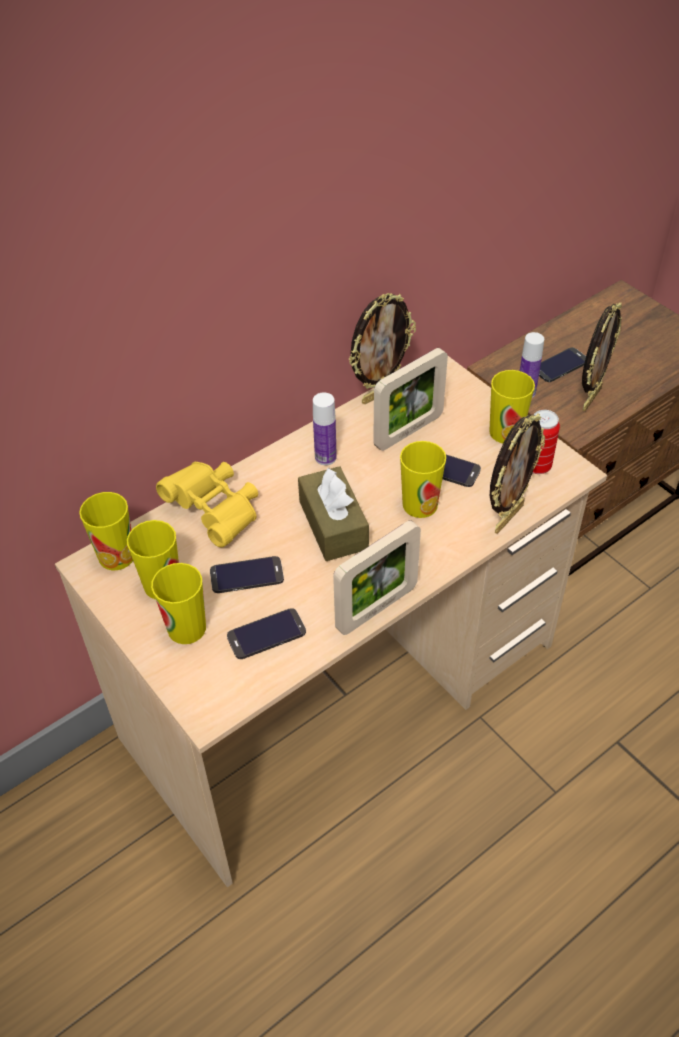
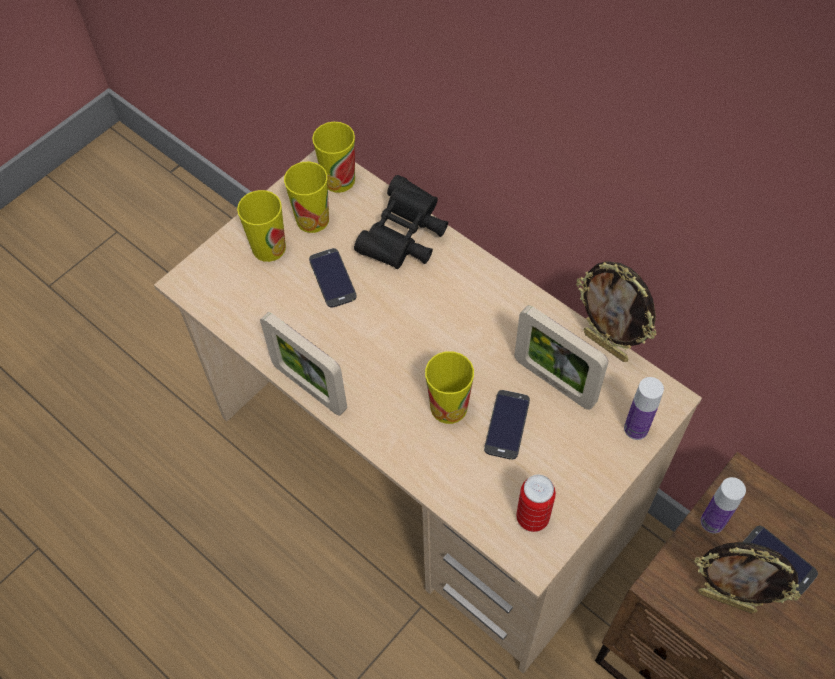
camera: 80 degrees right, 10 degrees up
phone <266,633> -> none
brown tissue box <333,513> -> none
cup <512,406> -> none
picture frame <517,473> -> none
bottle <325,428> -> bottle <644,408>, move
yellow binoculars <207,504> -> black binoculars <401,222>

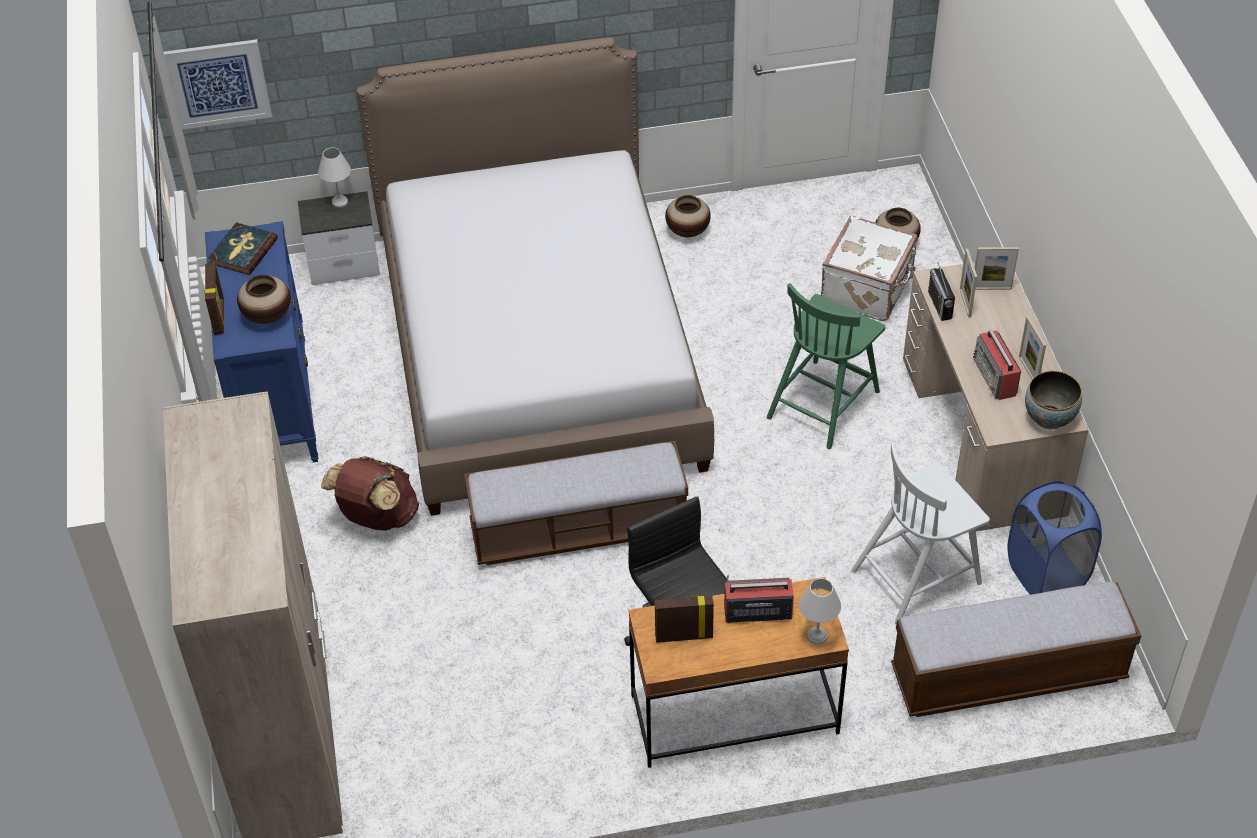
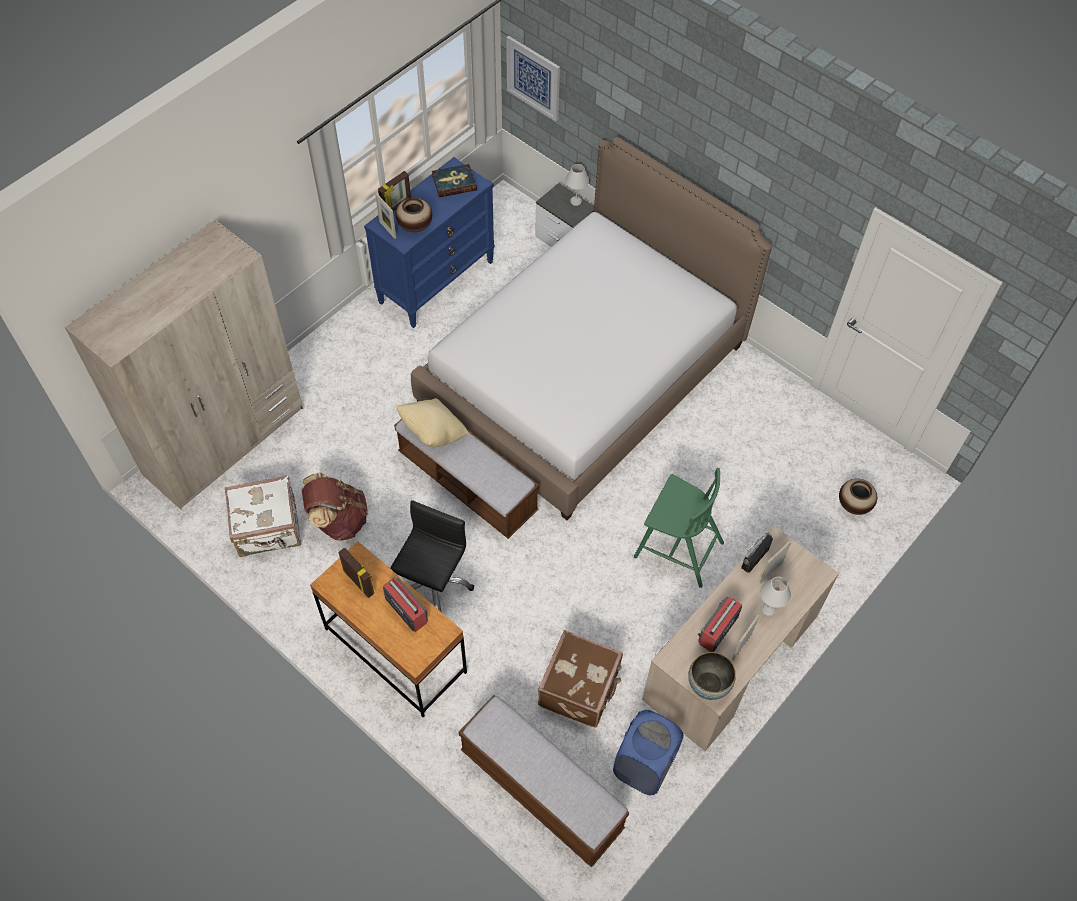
camera: 50 degrees right, 10 degrees up
vase <688,216> -> none
none -> beige pillow <432,422>
brown backpack <370,493> -> brown backpack <335,507>, move
white table lamp <820,611> -> white table lamp <775,596>, move
white suitcase <869,268> -> white suitcase <263,516>, move
picture frame <997,268> -> picture frame <385,216>, move
white chair <920,533> -> brown suitcase <580,679>
green chair <826,366> -> green chair <679,528>, 150 degrees counterclockwise

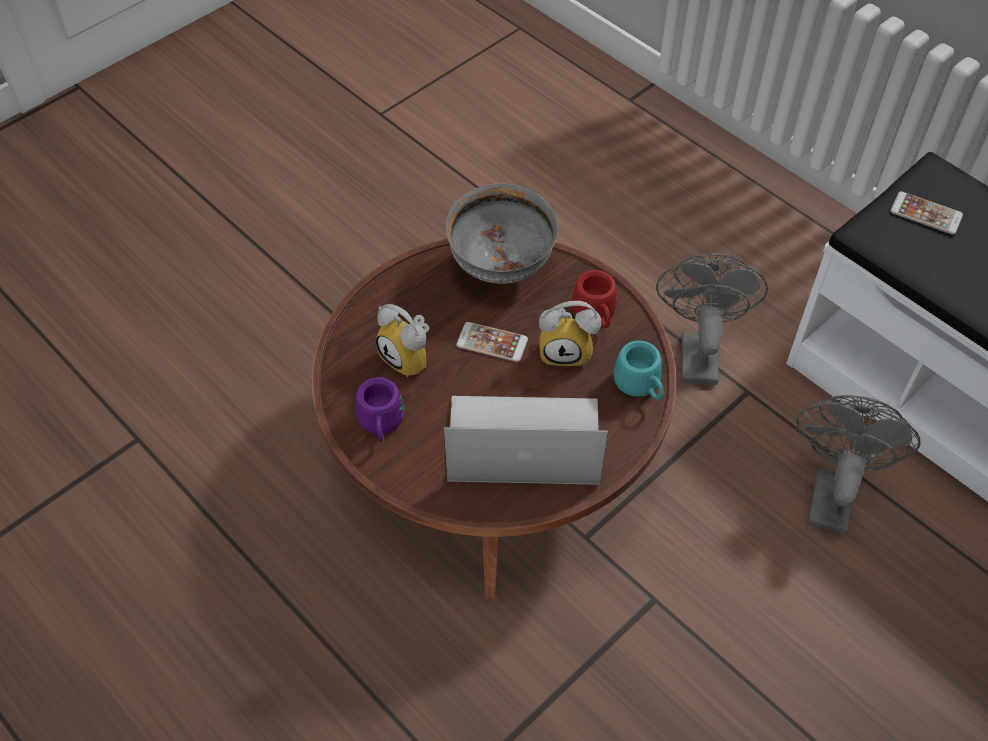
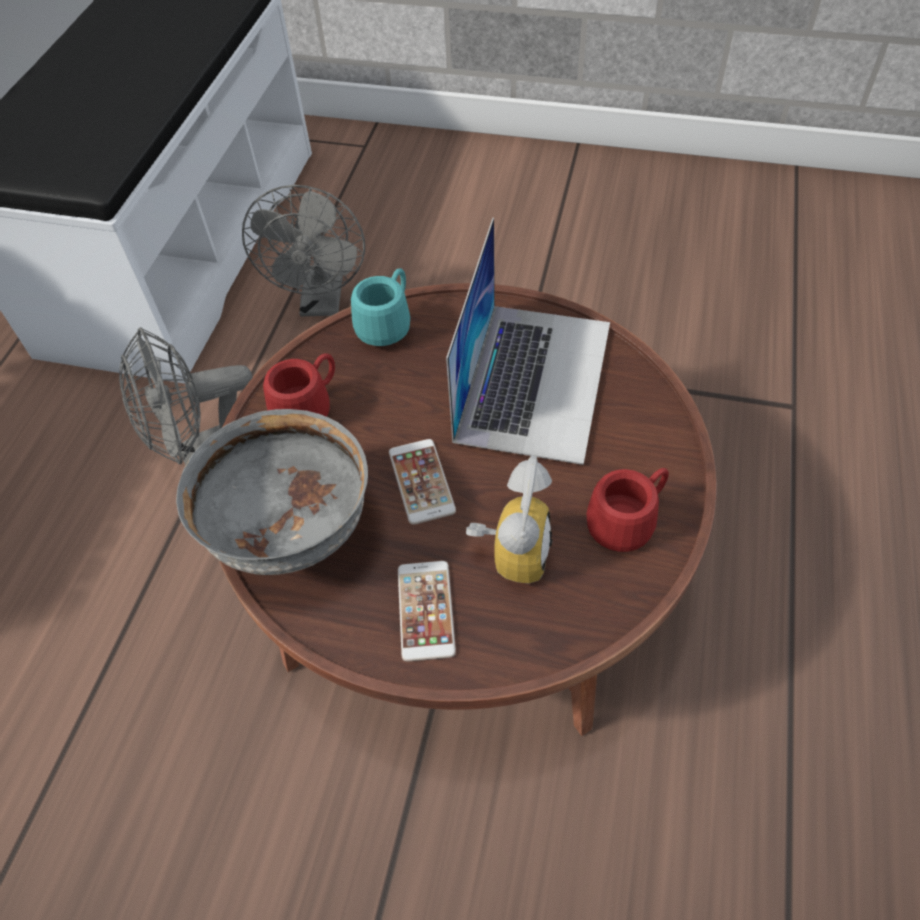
camera: 120 degrees left, 0 degrees up
alarm clock <570,334> -> none
phone <926,213> -> phone <427,611>, move
purple mug <380,409> -> red mug <627,510>
laptop <526,440> -> laptop <528,341>, 135 degrees counterclockwise
grey fan <858,465> -> grey fan <303,250>, 75 degrees counterclockwise

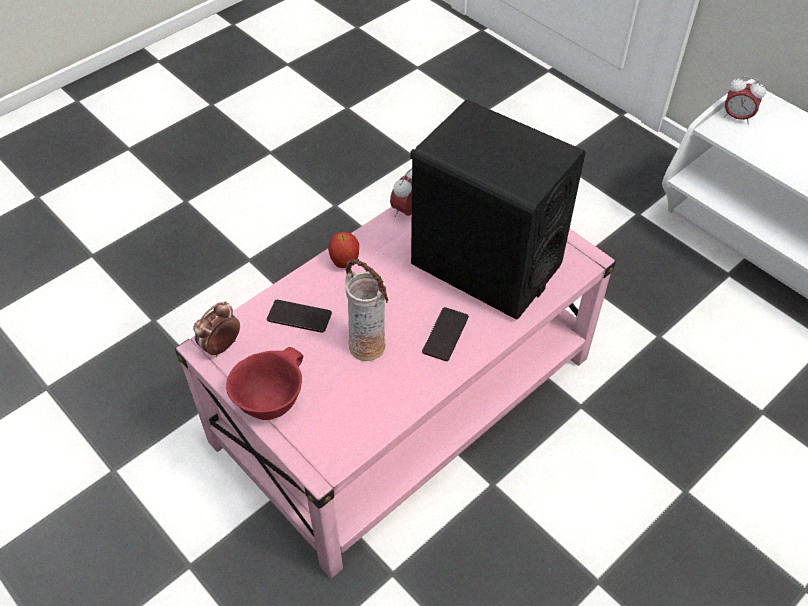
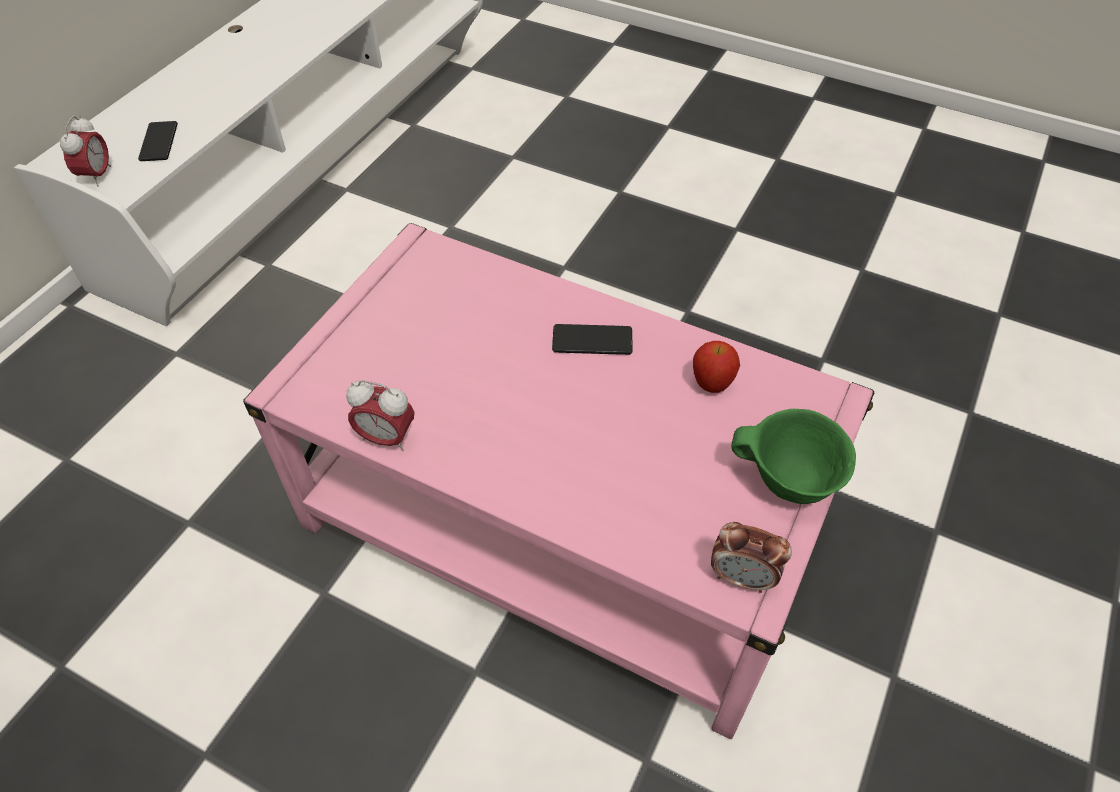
camera: 110 degrees left, 0 degrees up
vase <366,310> -> none
black speaker <497,210> -> none
phone <299,316> -> phone <158,141>, move
apple <343,250> -> apple <716,367>, move
red bowl <264,383> -> green bowl <793,456>

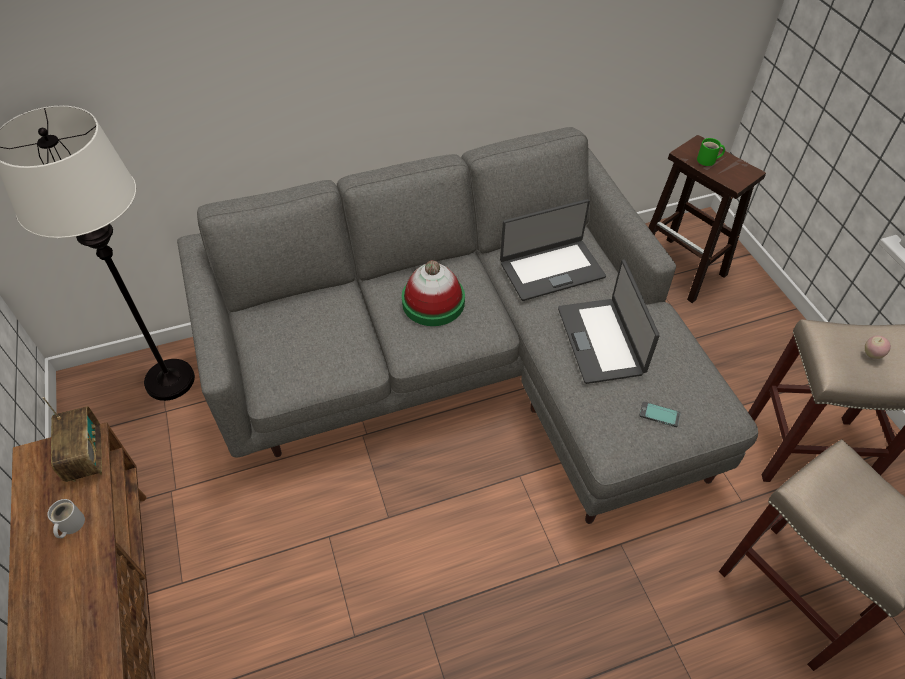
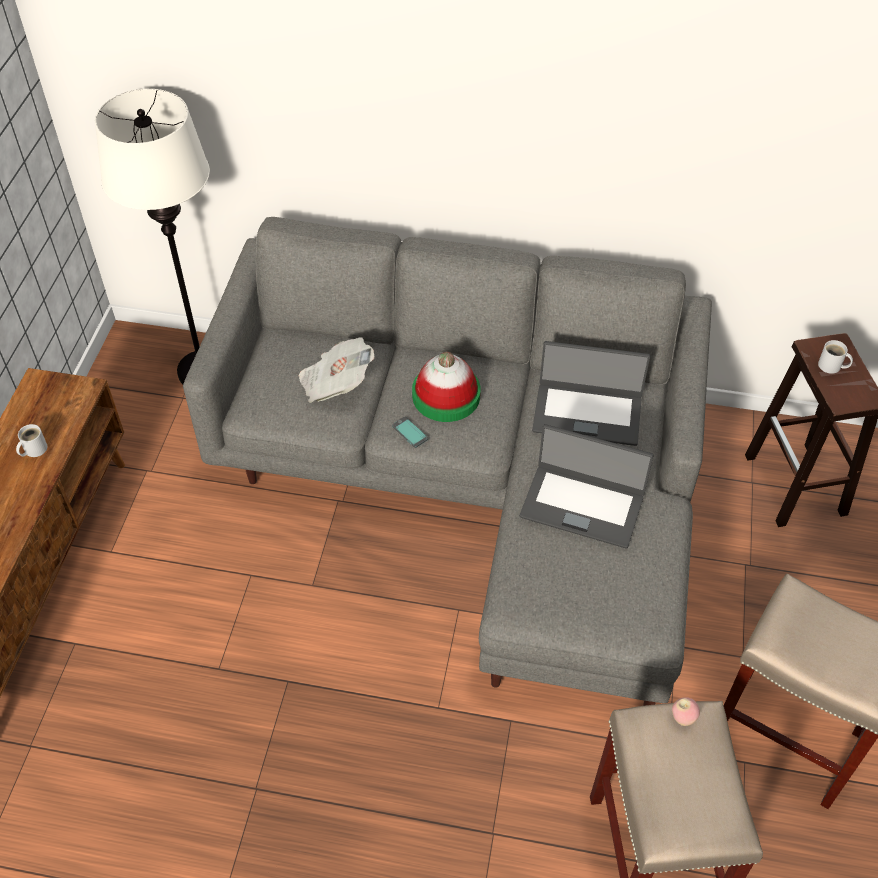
camera: 30 degrees right, 0 degrees up
radio <72,439> -> none
none -> newspaper <336,370>
phone <659,414> -> phone <410,432>, move
apple <878,347> -> apple <686,711>, move
green mug <711,152> -> white mug <835,357>
laptop <609,322> -> laptop <587,486>, 90 degrees counterclockwise

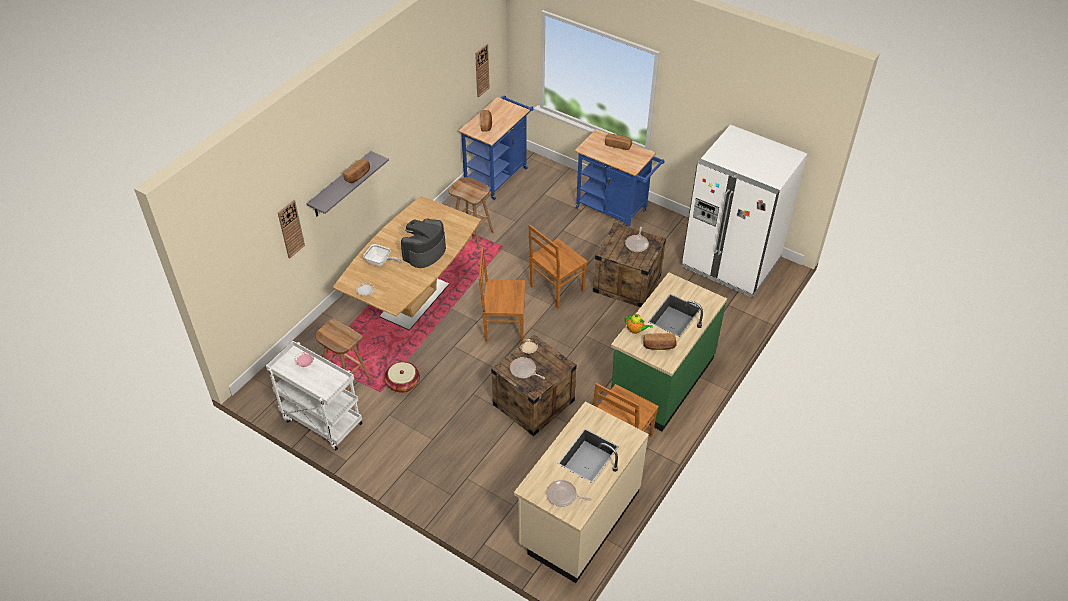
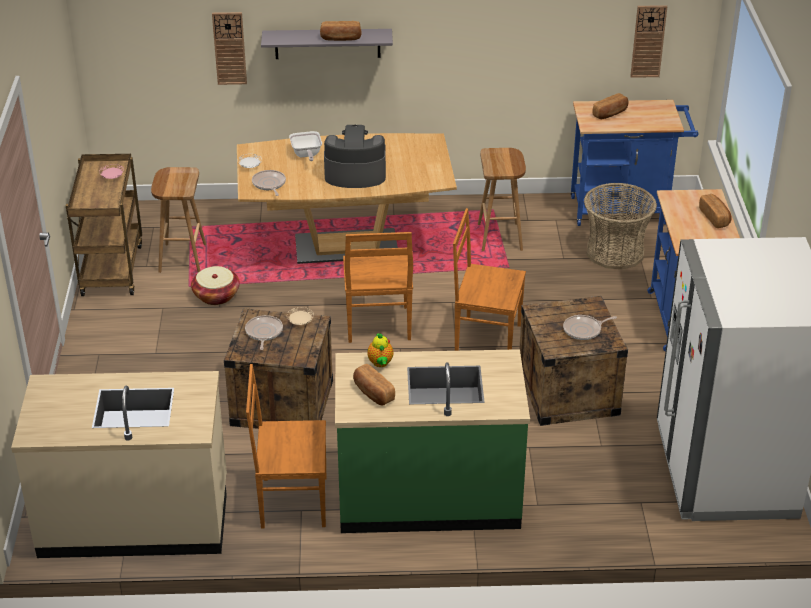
camera: 55 degrees right, 10 degrees down
none -> basket <620,226>
frying pan <569,493> -> frying pan <269,183>, move
white cart <314,396> -> brown cart <104,225>
brown chair <502,295> -> brown chair <378,287>, 150 degrees counterclockwise

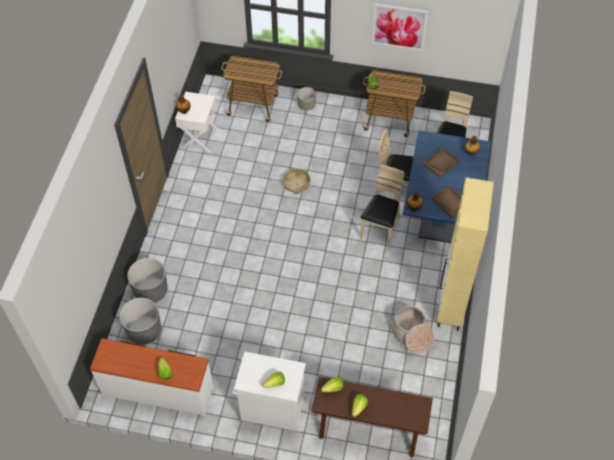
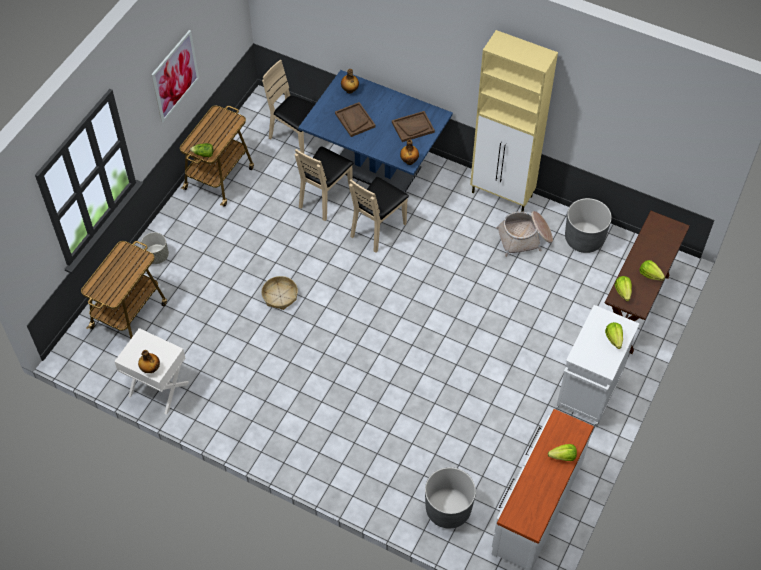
camera: 75 degrees left, 0 degrees up
grey planter <148,280> -> grey planter <588,225>, move
beige chair <382,206> -> beige chair <379,215>, 90 degrees counterclockwise

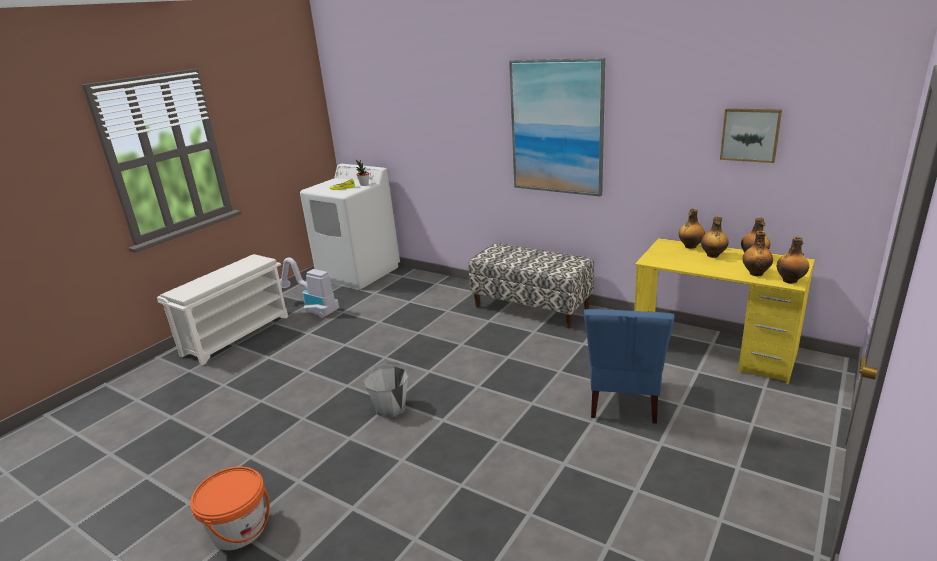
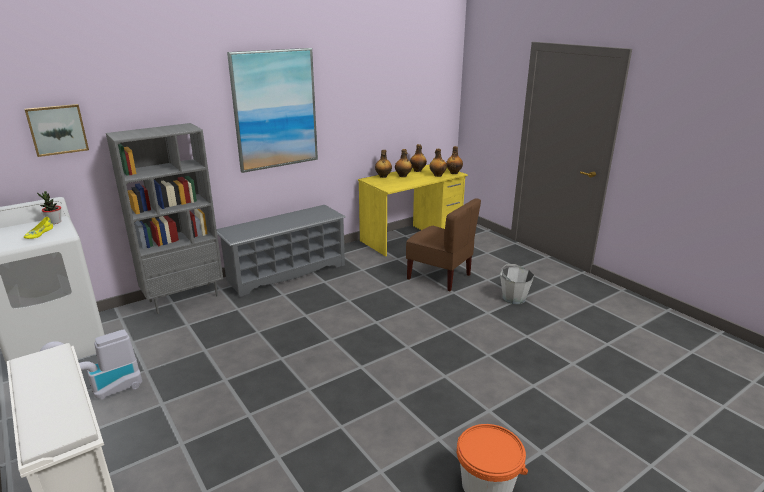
camera: 70 degrees left, 0 degrees up
none -> grey bookcase <164,218>
grey bucket <386,390> -> grey bucket <517,284>, move
picture <751,135> -> picture <56,130>, move
bench <531,286> -> grey shoe rack <281,251>
blue chair <629,366> -> brown chair <443,244>

